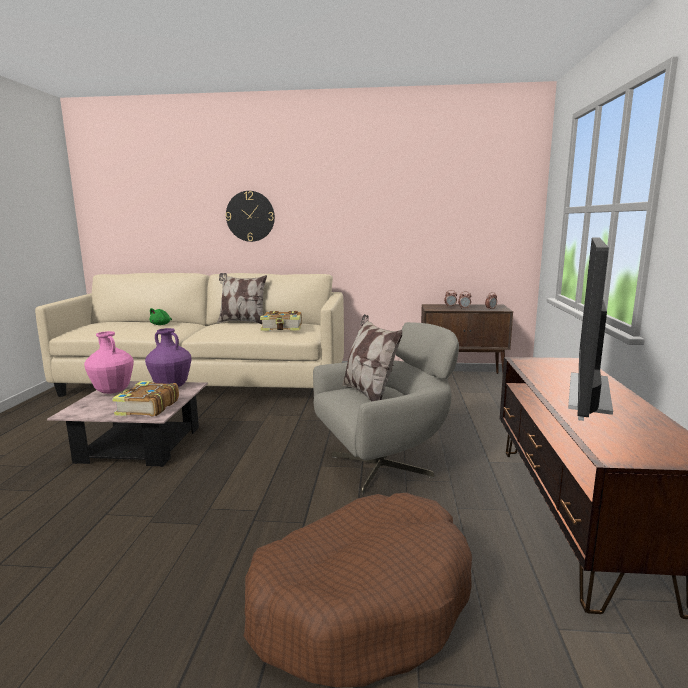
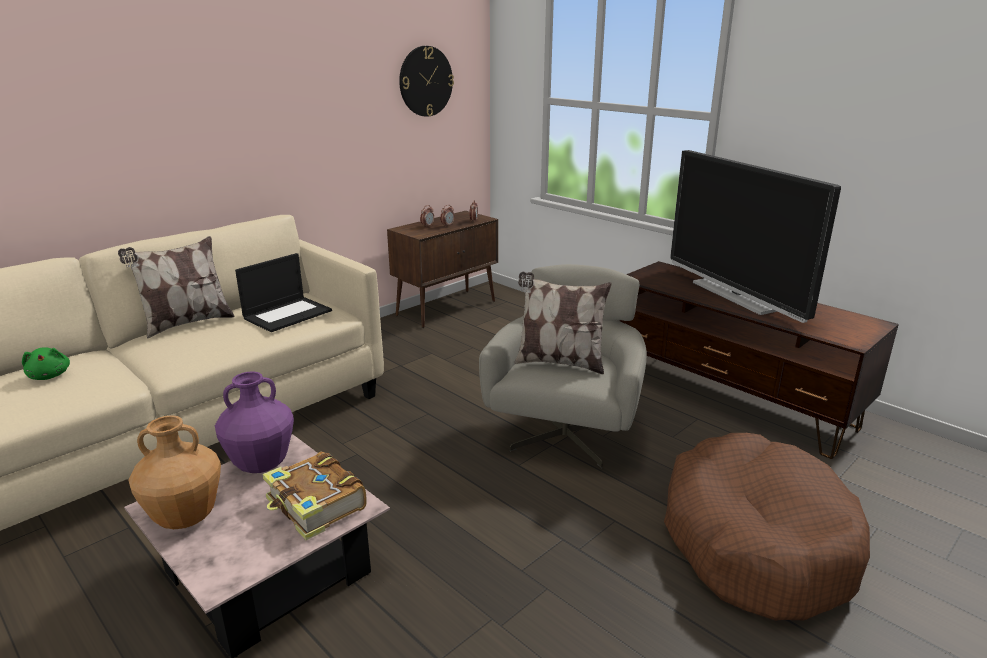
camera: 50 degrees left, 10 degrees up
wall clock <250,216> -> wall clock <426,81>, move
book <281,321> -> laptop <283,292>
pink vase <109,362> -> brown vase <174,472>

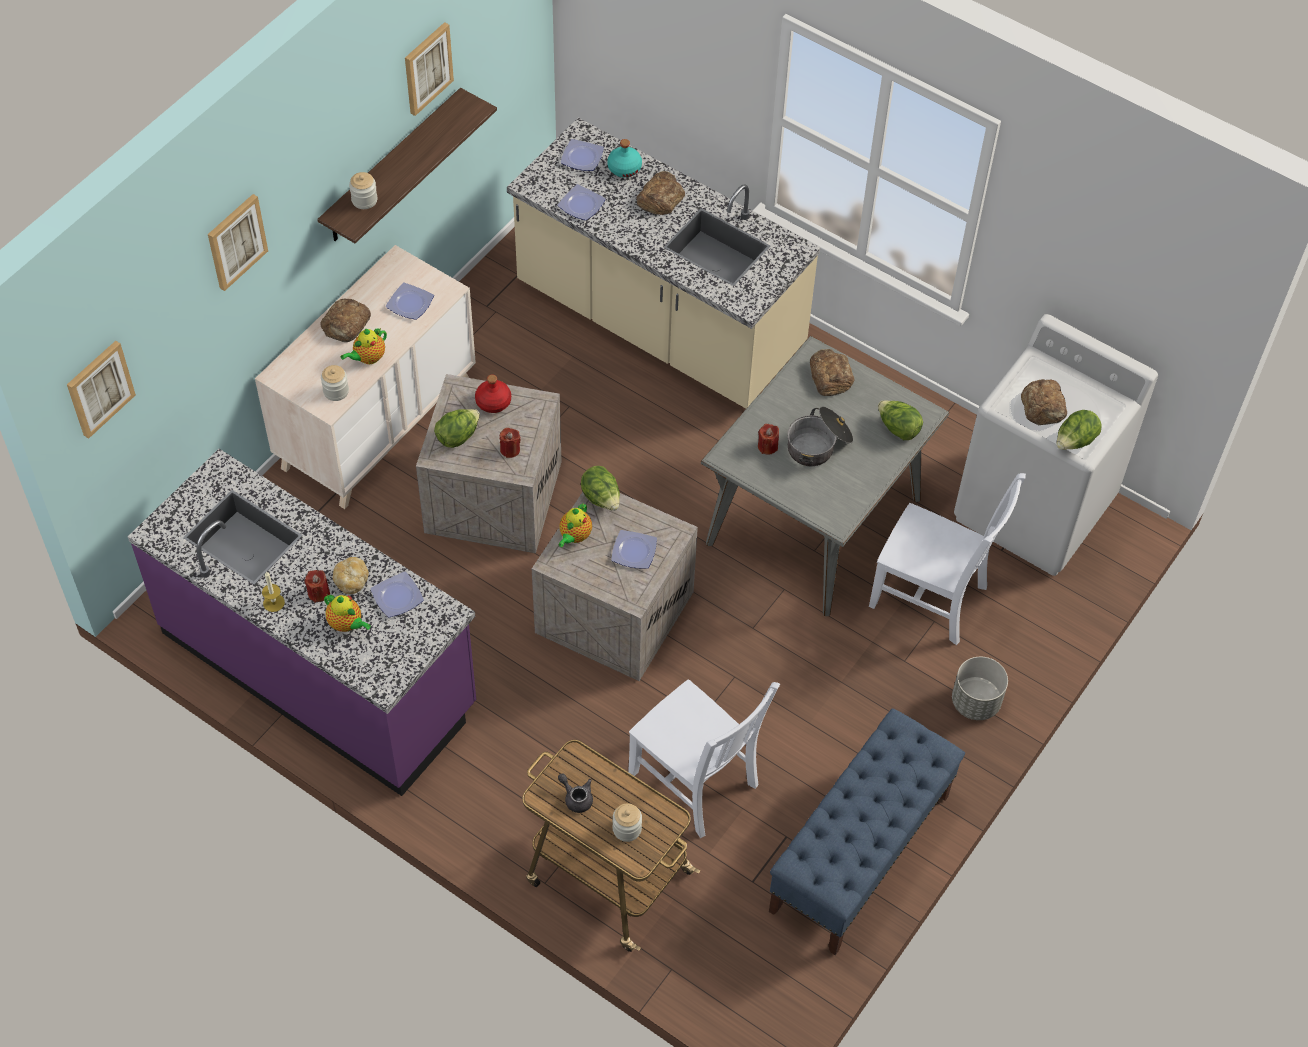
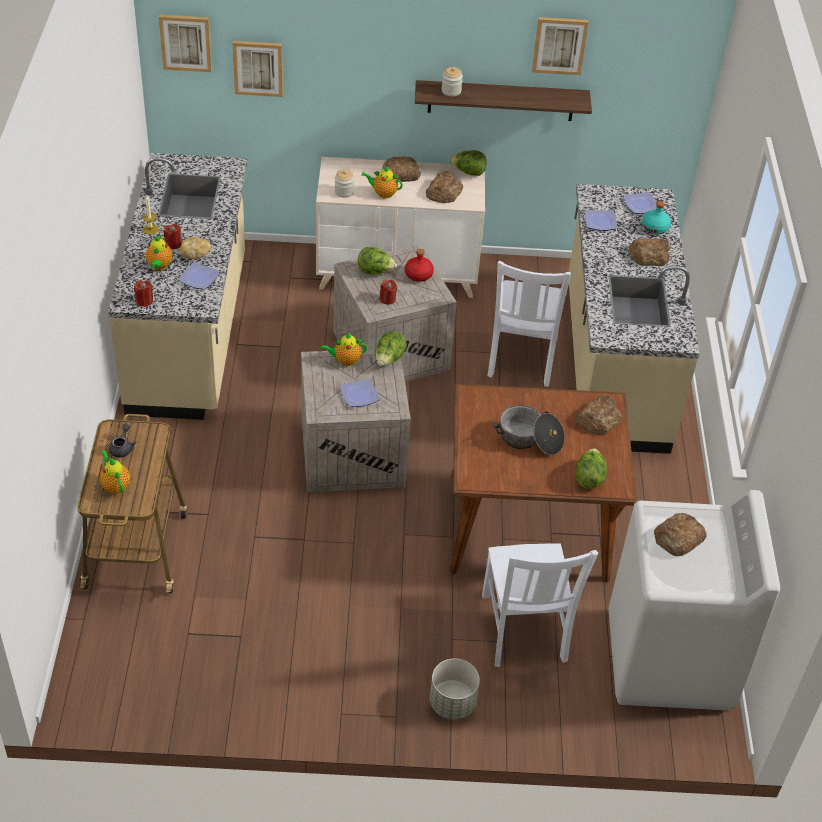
camera: 55 degrees right, 10 degrees down
blue bench <867,831> -> none
picture <238,242> -> picture <258,69>, move
white chair <704,758> -> white chair <529,324>, move
red candle <768,439> -> red candle <143,293>, move
lettuce <1079,430> -> lettuce <468,163>, move
plate <410,301> -> bread <444,187>
jar <627,822> -> teapot <115,472>
purple counter <302,622> -> beige counter <177,286>
grey dining table <825,475> -> brown dining table <543,482>

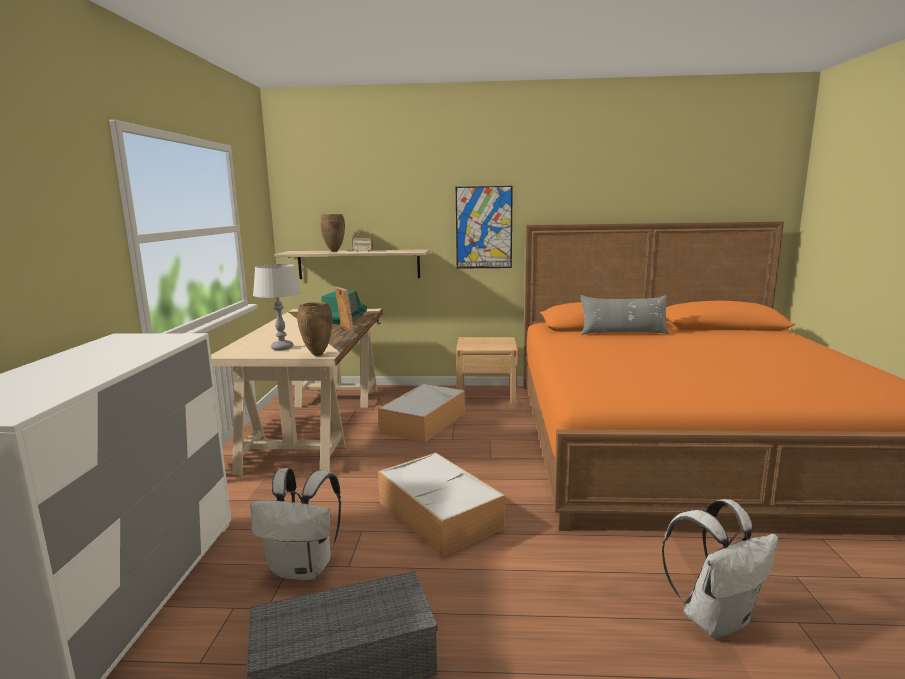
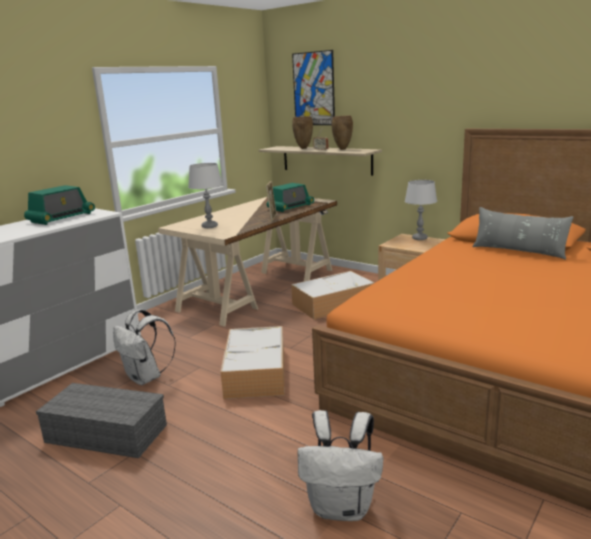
camera: 35 degrees right, 5 degrees up
none -> radio <59,205>
none -> grey table lamp <421,210>
brown vase <314,329> -> brown vase <342,133>, move
picture <484,227> -> picture <313,87>, move

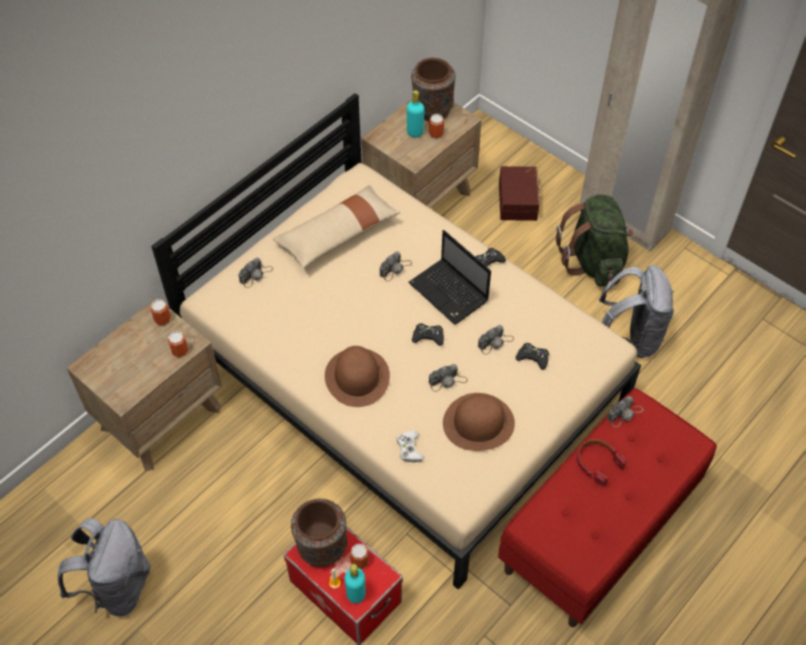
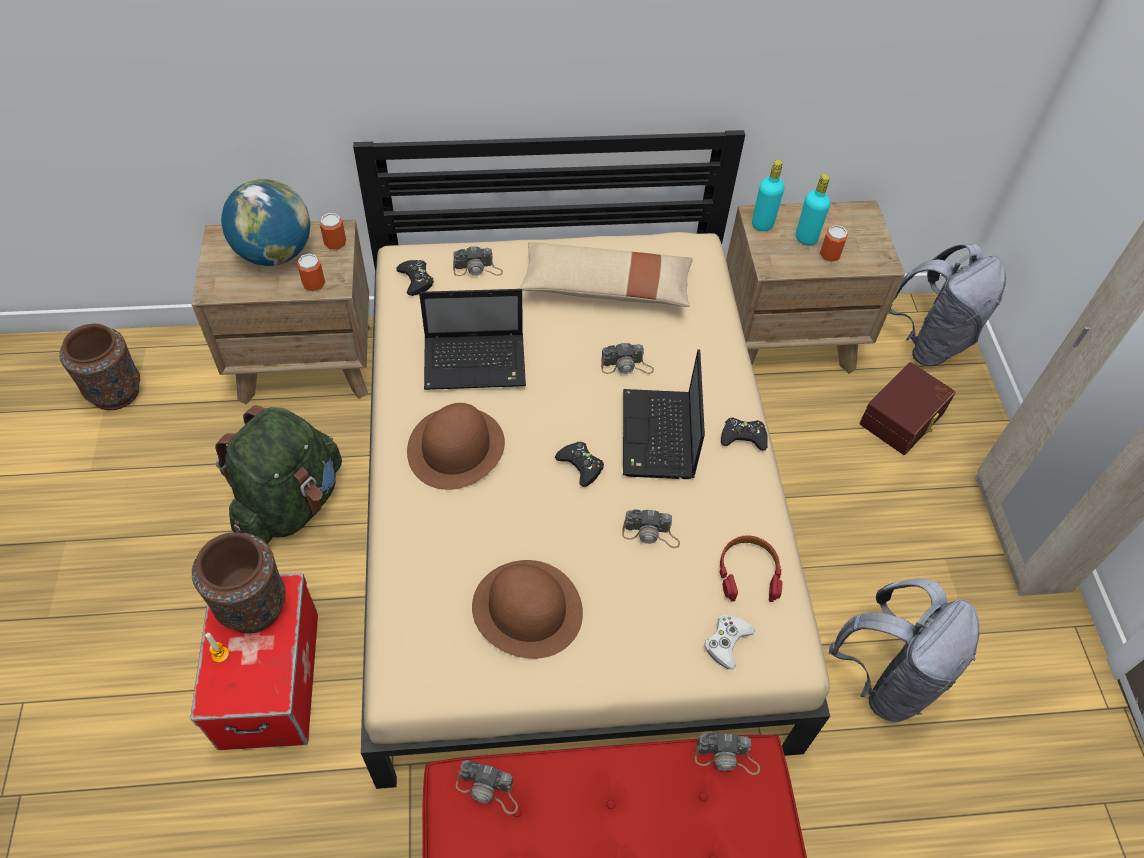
camera: 40 degrees right, 0 degrees up
can <359,556> -> none
none -> globe <265,222>
none -> laptop <472,339>
grey backpack <104,567> -> grey backpack <947,305>, move
turquoise bottle <355,584> -> turquoise bottle <768,195>, move
white game controller <410,446> -> white game controller <729,642>, move
brown vase <433,89> -> brown vase <100,367>, move
photo camera <448,378> -> photo camera <487,787>, move
black game controller <532,356> -> black game controller <415,278>, move
green backpack <595,241> -> green backpack <278,474>, move
red headphones <602,462> -> red headphones <751,568>, move

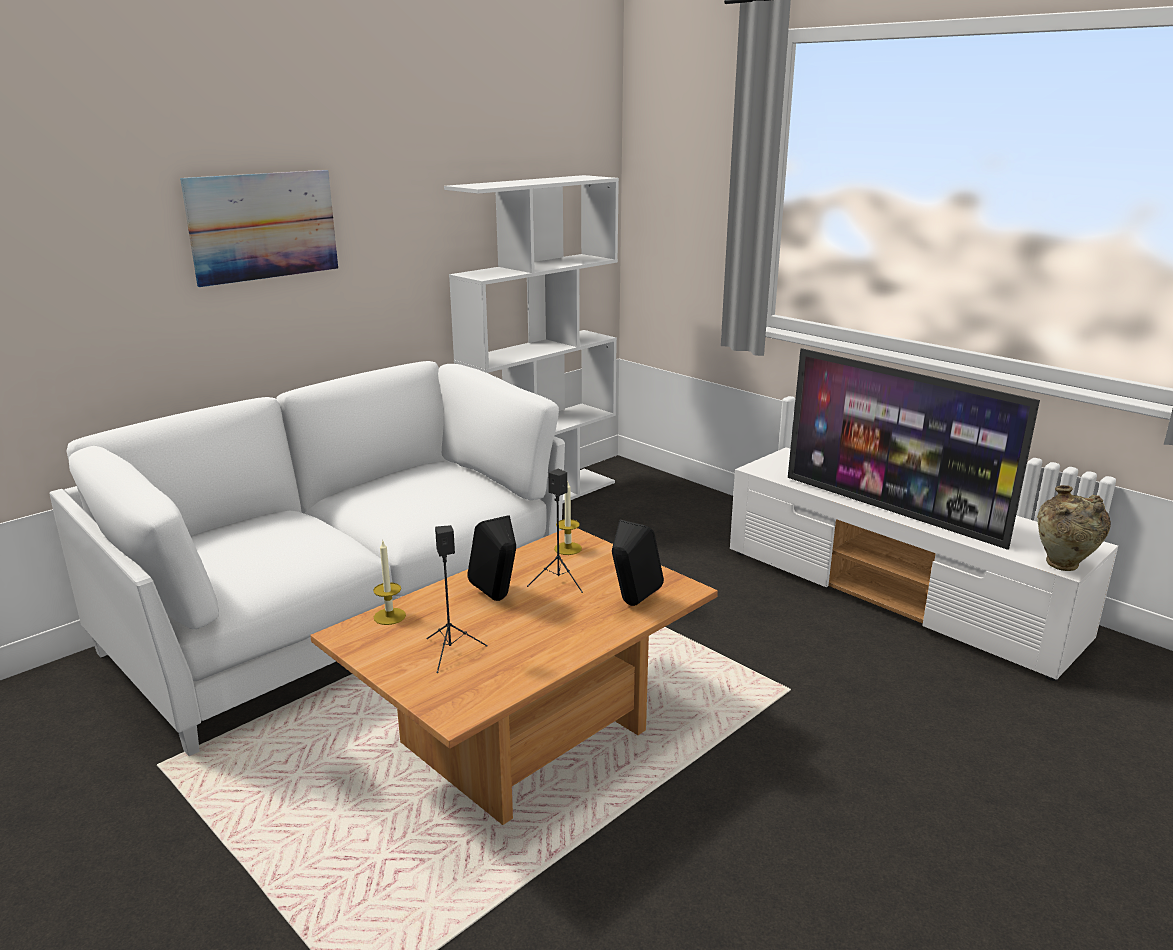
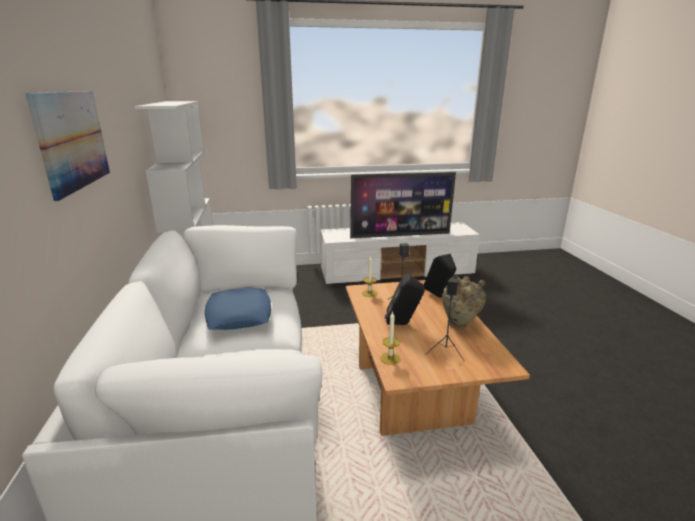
camera: 55 degrees left, 0 degrees up
none -> blue pillow <238,309>
beige vase <1074,528> -> beige vase <464,302>, move

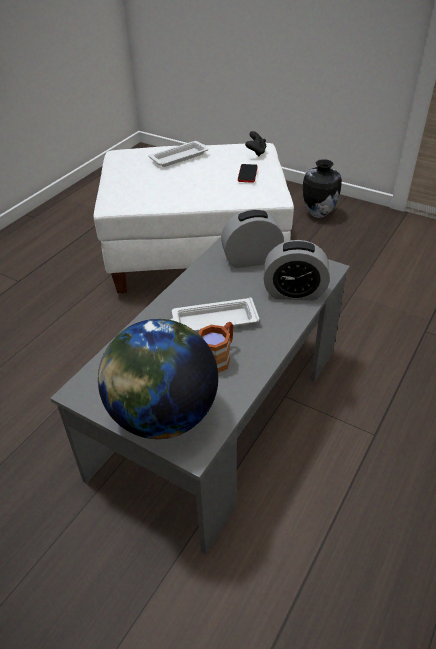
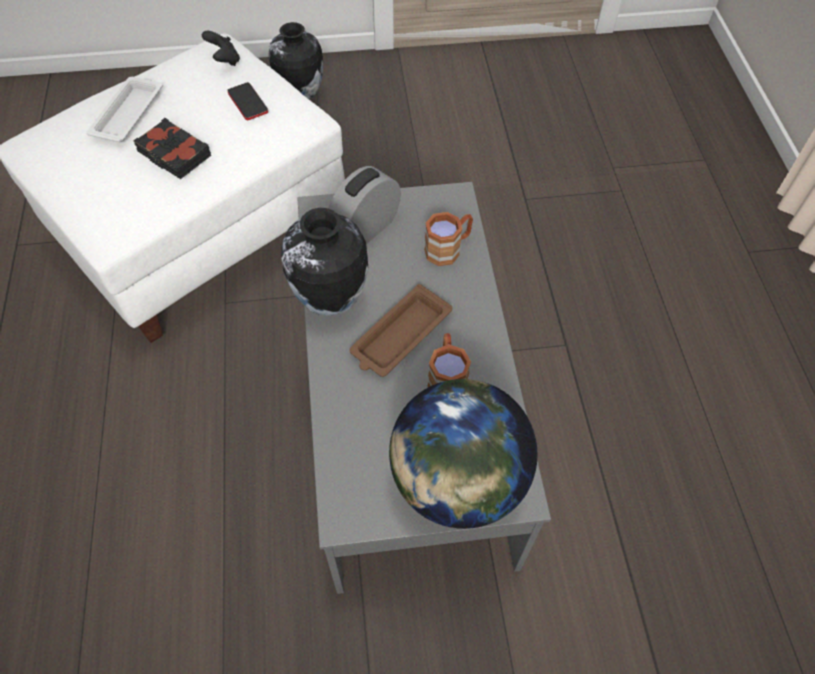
camera: 40 degrees left, 15 degrees up
none -> black book <172,148>
none -> vase <324,262>
alarm clock <297,270> -> brown mug <448,239>
white tray <215,314> -> brown tray <400,330>

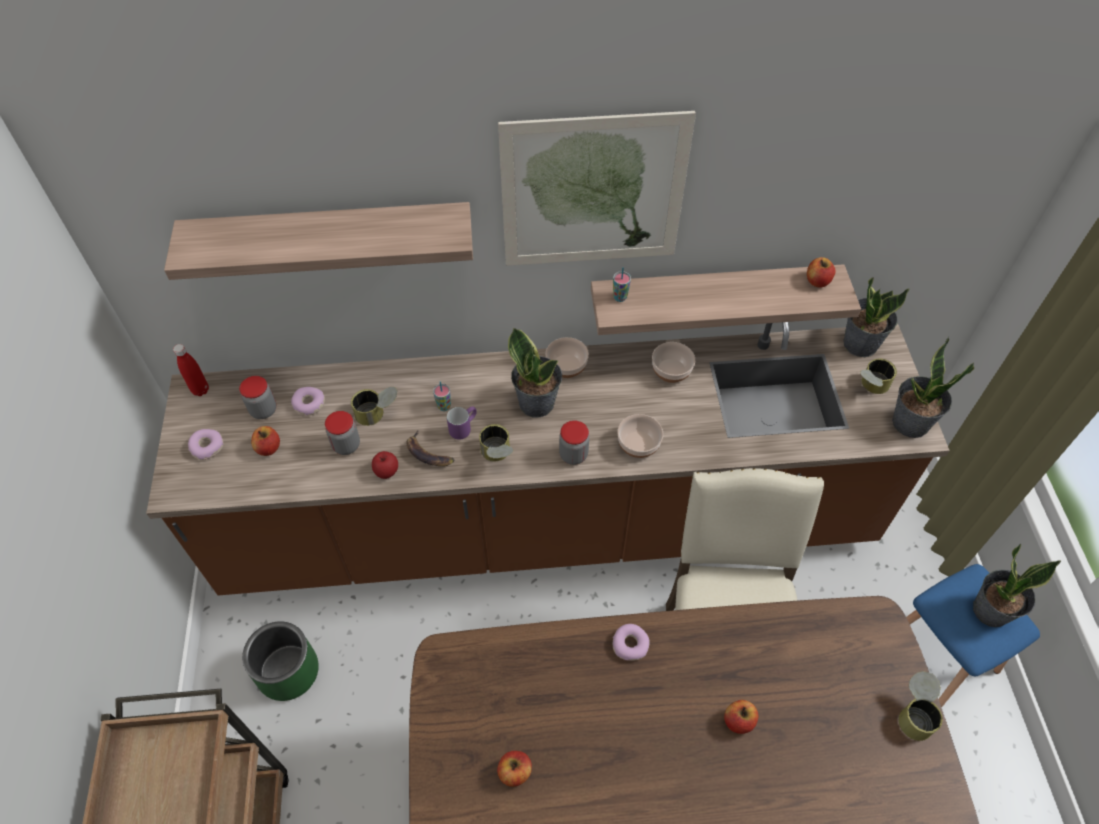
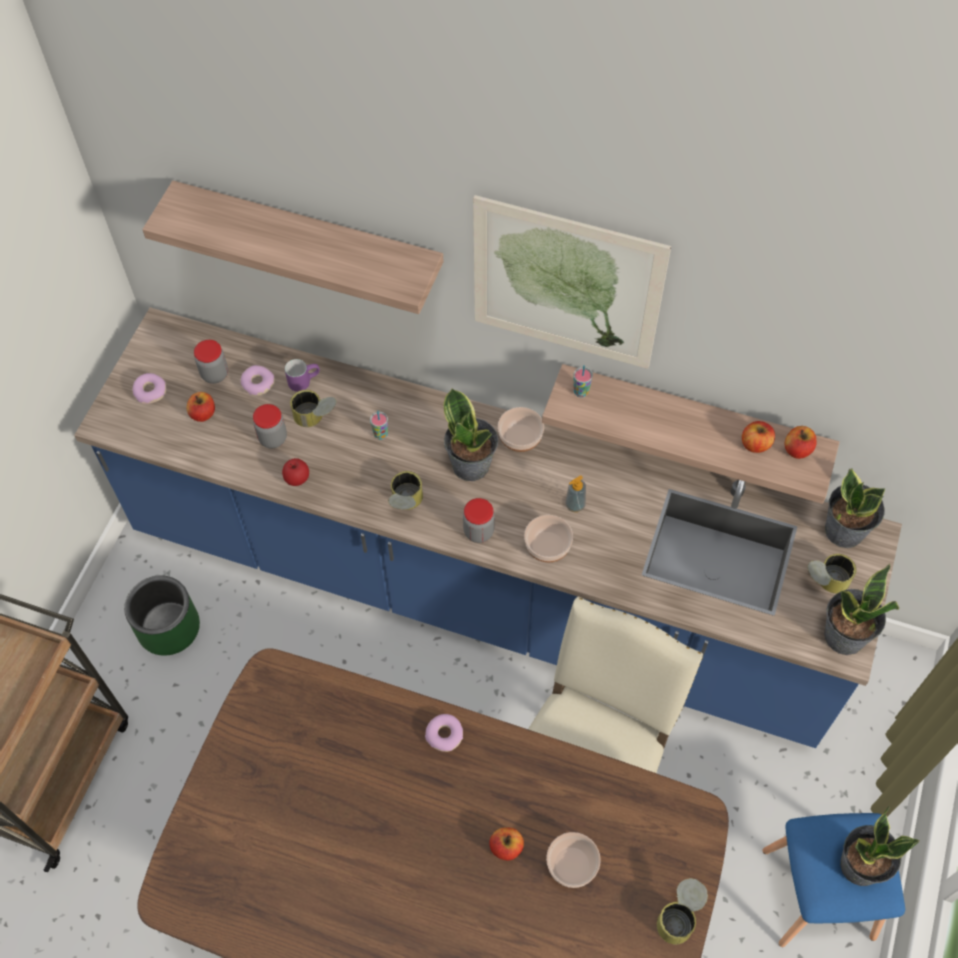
camera: 25 degrees right, 5 degrees up
red bottle <191,370> -> none
banana <431,448> -> none
none -> soap dispenser <575,494>
purple mug <462,423> -> purple mug <302,375>, move
apple <514,769> -> apple <758,437>, move
bowl <673,362> -> bowl <573,860>, move
brown counter <548,458> -> blue counter <488,527>

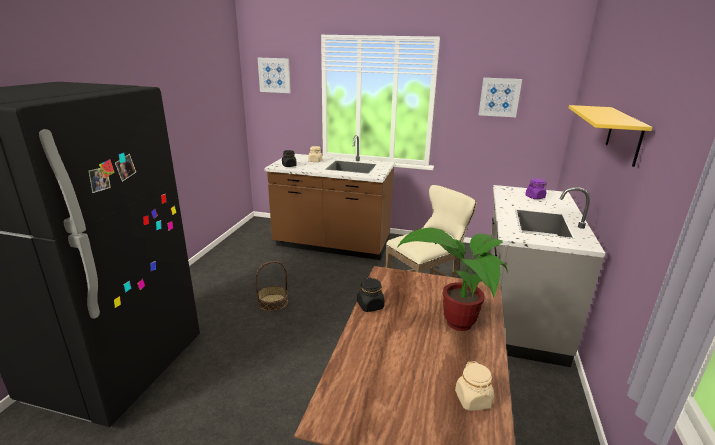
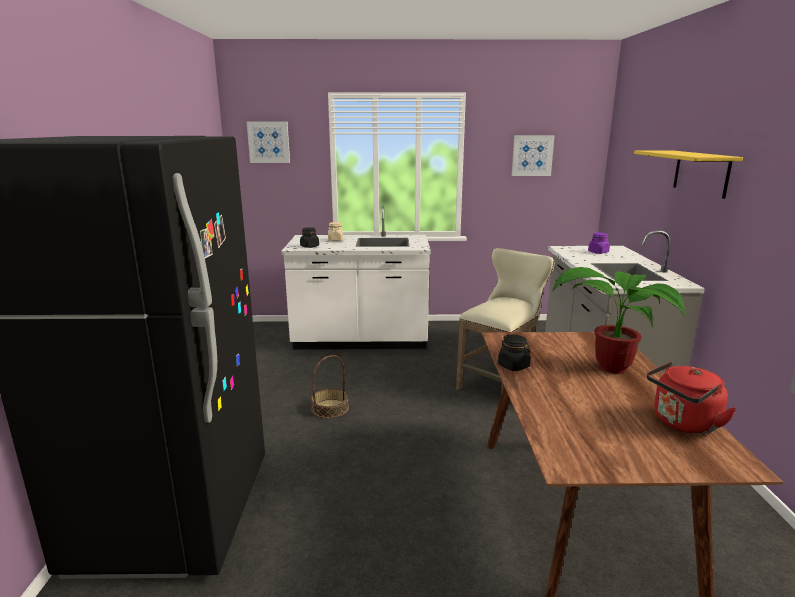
camera: 15 degrees left, 5 degrees down
beige jar <474,386> -> red kettle <691,398>
brown counter <329,197> -> white counter <356,277>

